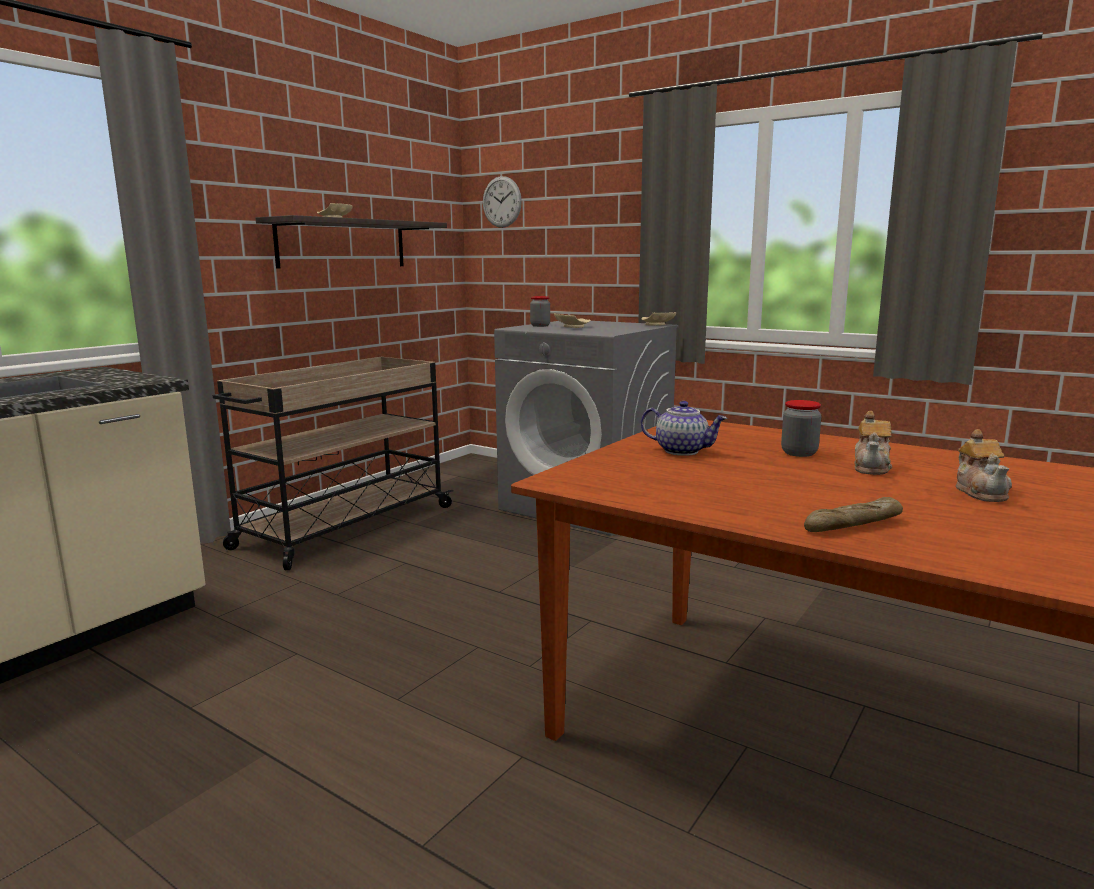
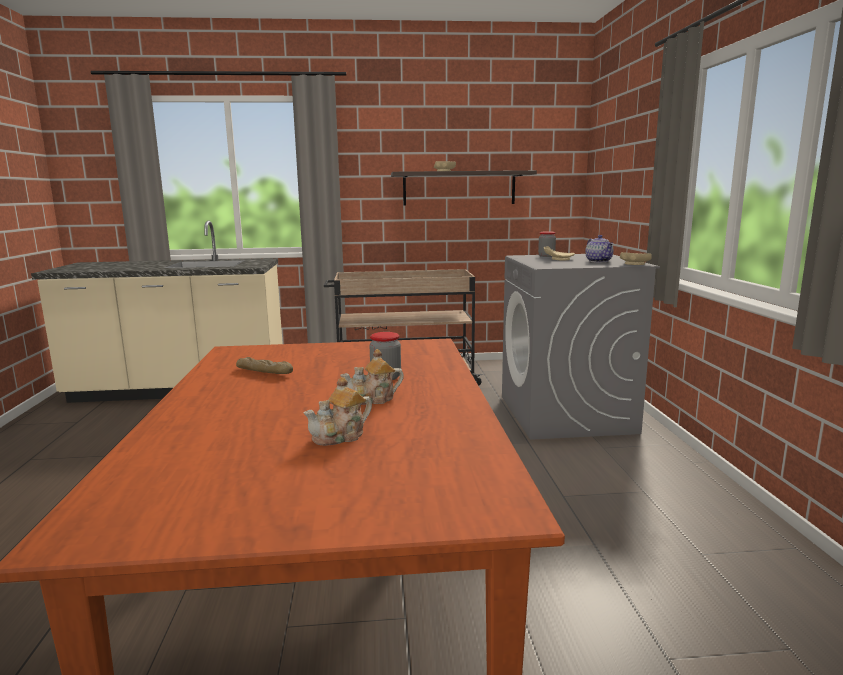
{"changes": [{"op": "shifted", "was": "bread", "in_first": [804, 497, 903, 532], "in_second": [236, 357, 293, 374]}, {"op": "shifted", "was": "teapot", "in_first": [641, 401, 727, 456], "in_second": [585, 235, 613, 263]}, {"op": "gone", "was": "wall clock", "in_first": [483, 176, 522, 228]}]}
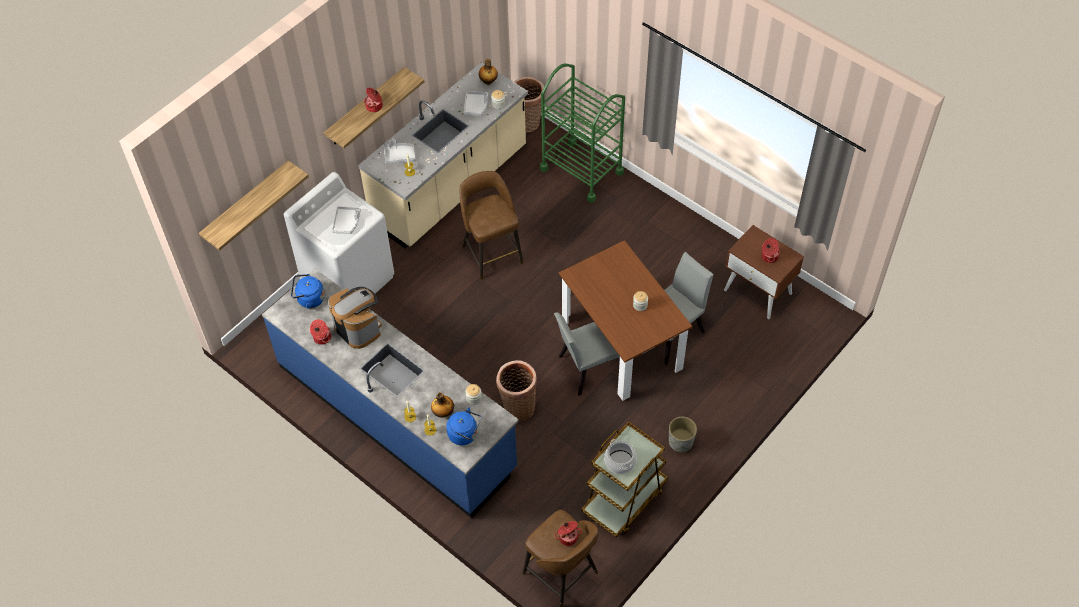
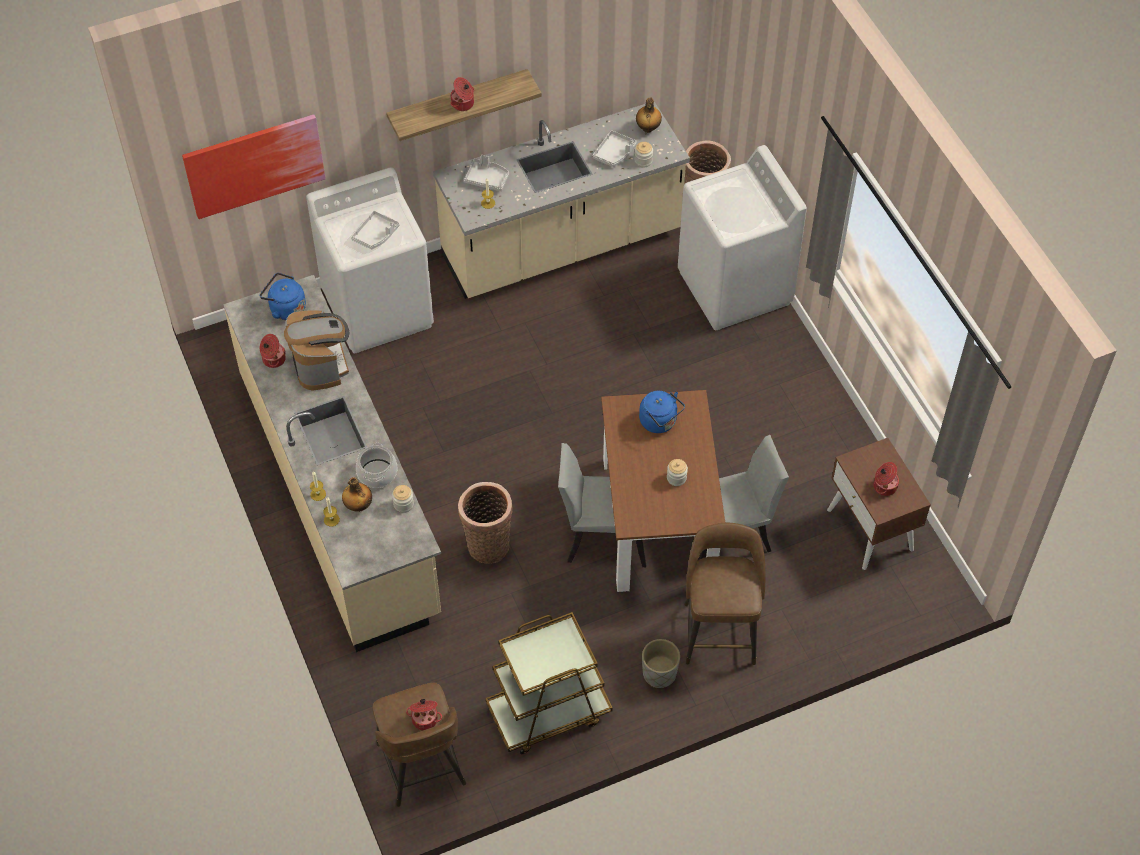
{"changes": [{"op": "swapped", "was": "shelf", "now": "picture", "in_first": [199, 160, 309, 251], "in_second": [182, 115, 326, 219]}, {"op": "repainted", "was": "blue counter", "now": "beige counter", "in_first": [262, 269, 519, 518], "in_second": [223, 275, 441, 652]}, {"op": "shifted", "was": "cooking pot", "in_first": [604, 439, 637, 474], "in_second": [356, 443, 397, 488]}, {"op": "shifted", "was": "blue kettle", "in_first": [446, 407, 481, 445], "in_second": [639, 391, 685, 433]}, {"op": "swapped", "was": "green cart", "now": "white washing machine", "in_first": [540, 64, 625, 203], "in_second": [678, 145, 807, 330]}, {"op": "shifted", "was": "brown stool", "in_first": [459, 171, 523, 280], "in_second": [684, 523, 766, 665]}]}
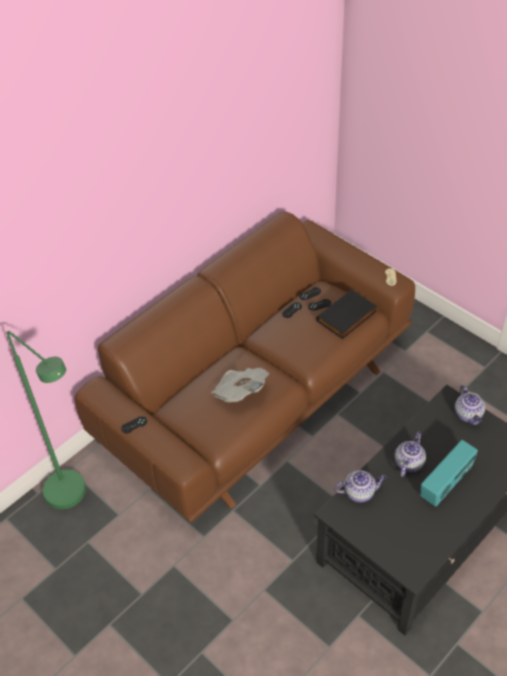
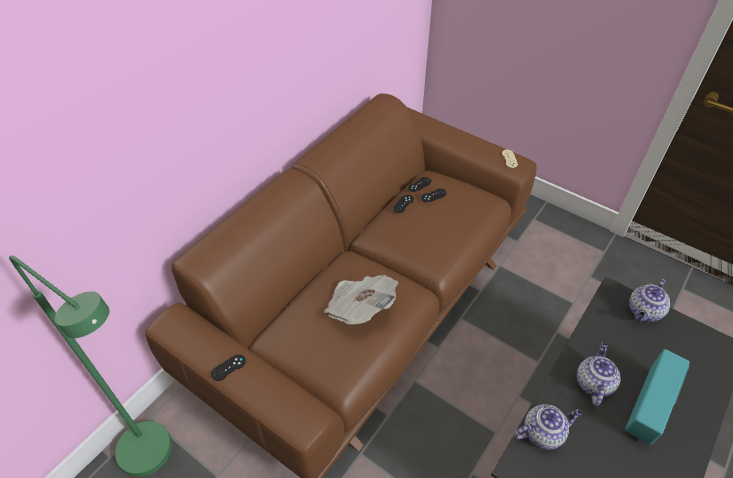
{"changes": [{"op": "rotated", "was": "teapot", "in_first": [455, 385, 485, 425], "in_second": [629, 279, 670, 322], "clockwise": 60}, {"op": "gone", "was": "black book", "in_first": [316, 289, 377, 339]}]}
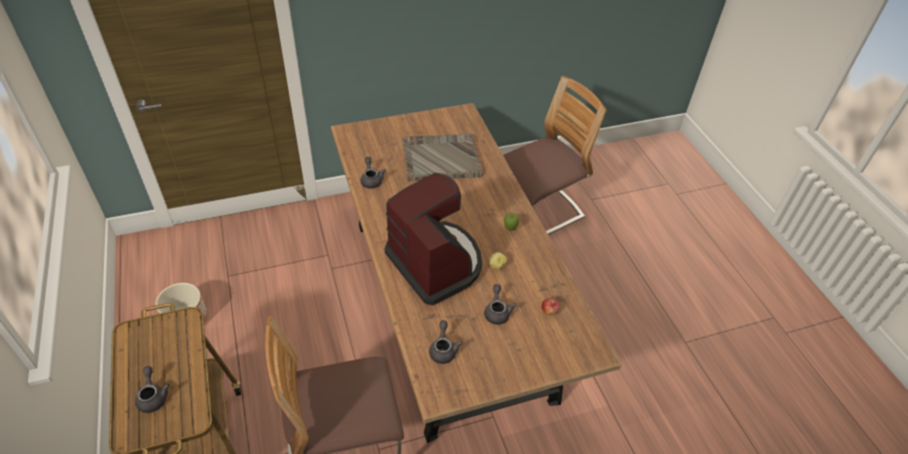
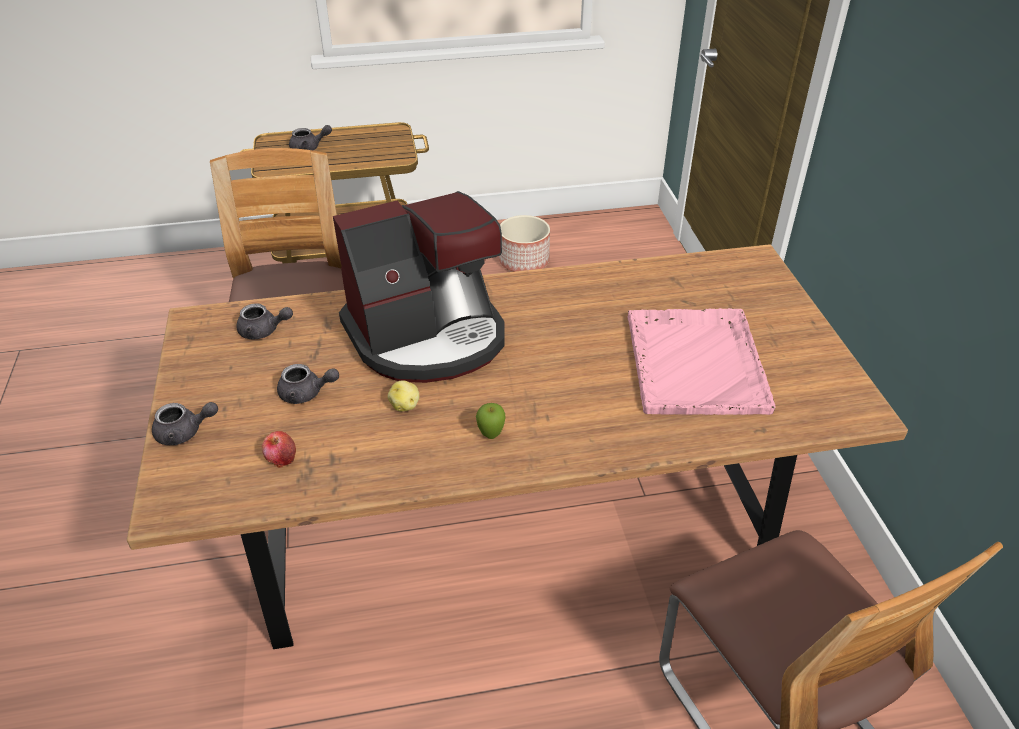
{"changes": [{"op": "shifted", "was": "grey teapot", "in_first": [361, 157, 386, 189], "in_second": [152, 402, 218, 445]}, {"op": "repainted", "was": "grey tray", "now": "pink tray", "in_first": [402, 134, 483, 182], "in_second": [628, 308, 775, 415]}]}
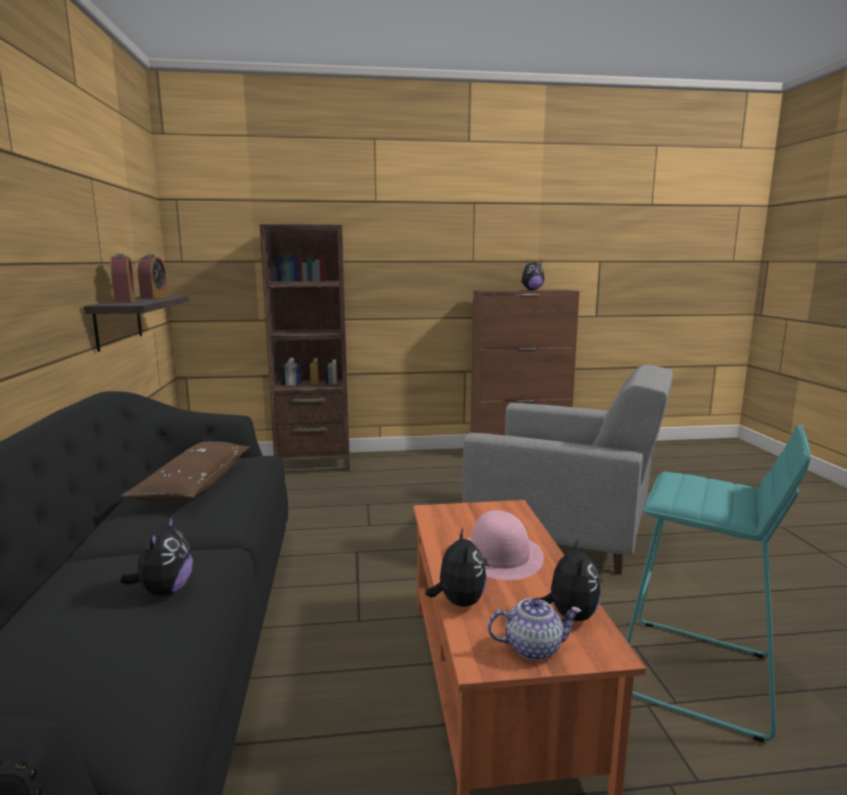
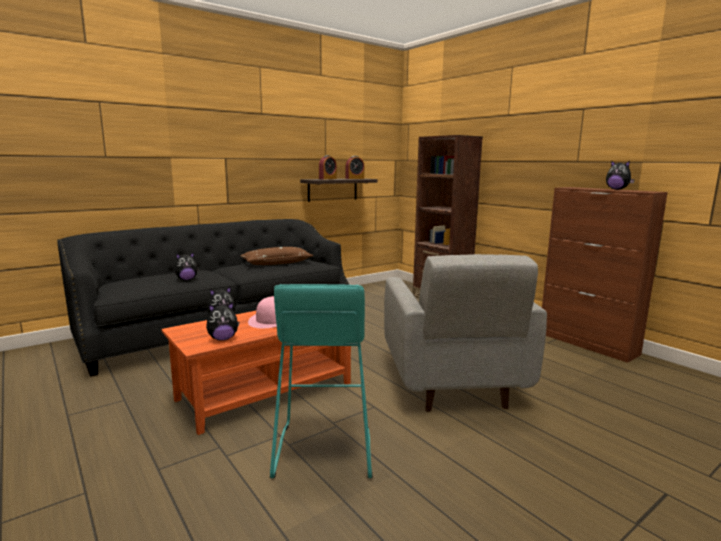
{"changes": [{"op": "gone", "was": "teapot", "in_first": [488, 598, 581, 660]}]}
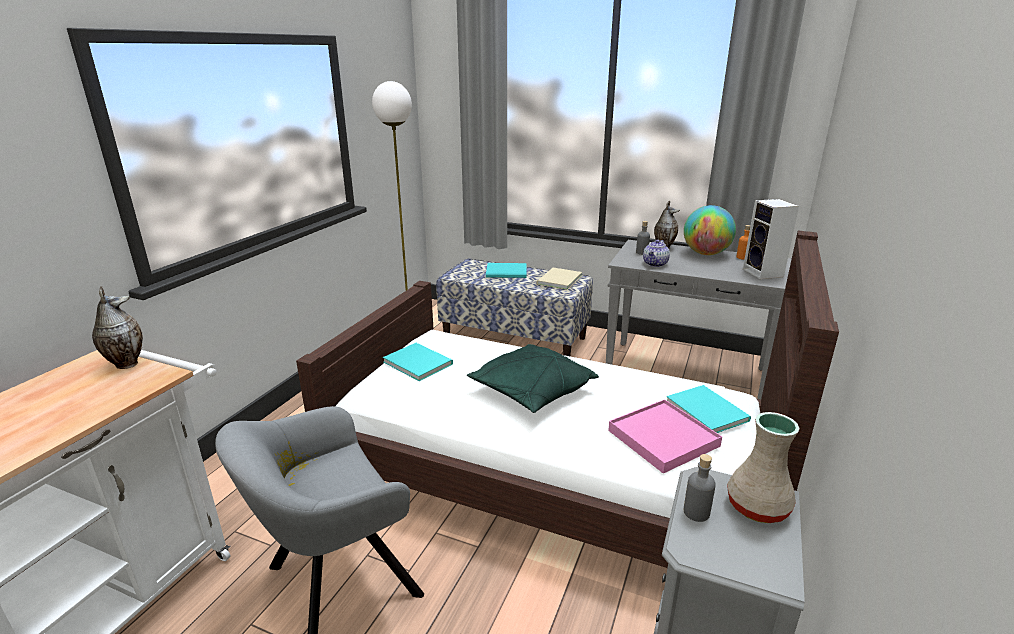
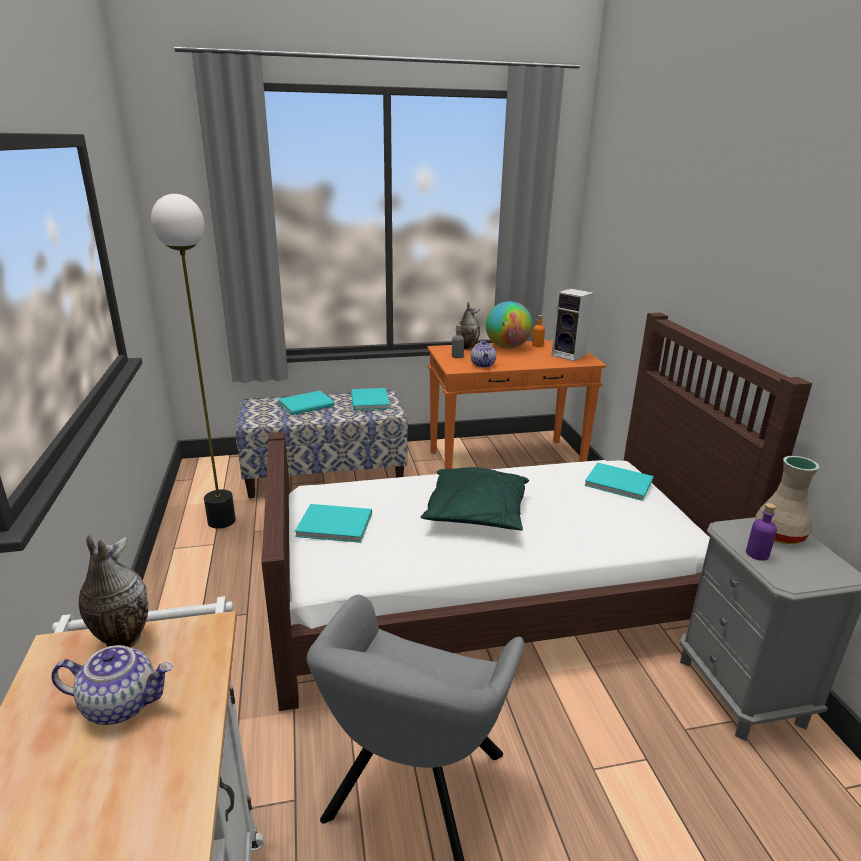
{"changes": [{"op": "new", "now": "teapot", "in_second": [51, 645, 173, 725]}, {"op": "repainted", "was": "beige book", "now": "turquoise book", "in_first": [536, 268, 582, 290], "in_second": [351, 388, 390, 410]}, {"op": "repainted", "was": "grey console table", "now": "orange console table", "in_first": [606, 240, 791, 399], "in_second": [427, 340, 606, 469]}, {"op": "repainted", "was": "grey bottle", "now": "purple bottle", "in_first": [684, 454, 716, 522], "in_second": [746, 503, 777, 561]}, {"op": "gone", "was": "pink tray", "in_first": [608, 399, 722, 473]}]}
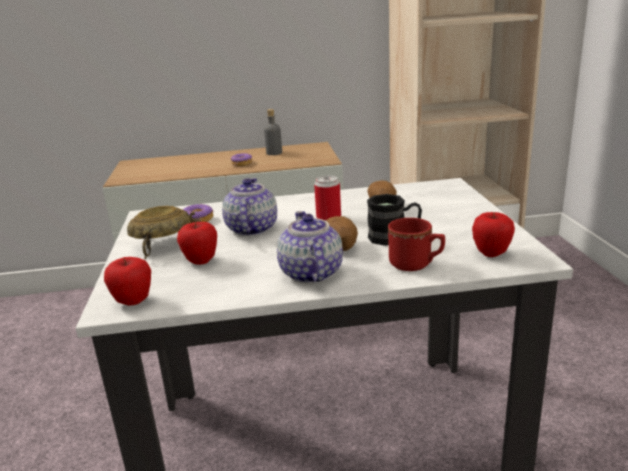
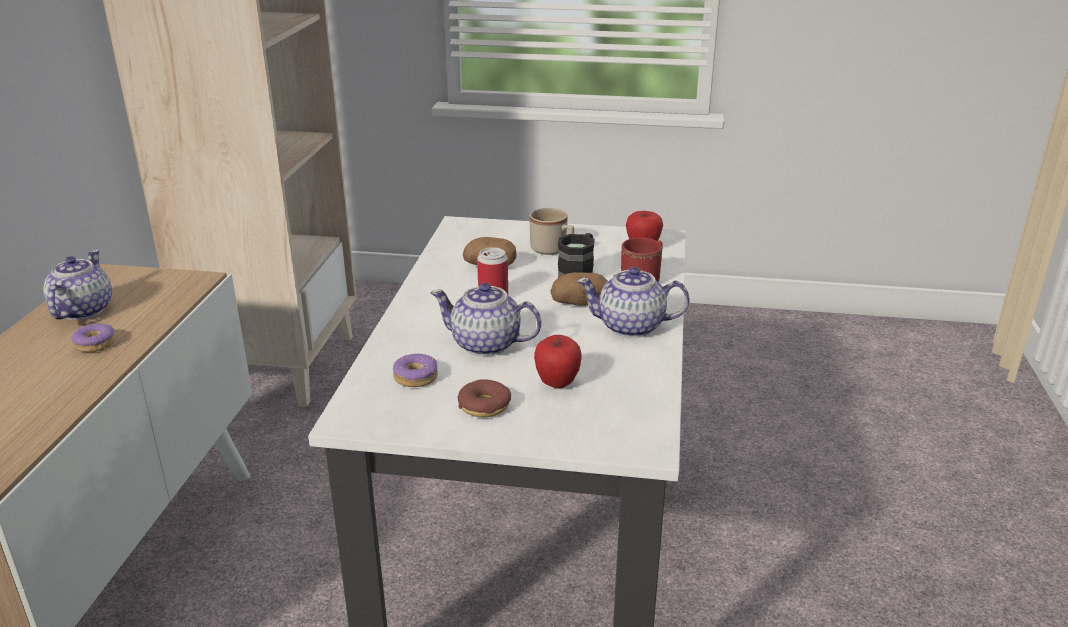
{"changes": [{"op": "swapped", "was": "grey bottle", "now": "teapot", "in_first": [264, 109, 282, 155], "in_second": [43, 250, 112, 320]}, {"op": "swapped", "was": "beige bowl", "now": "donut", "in_first": [127, 206, 202, 259], "in_second": [458, 379, 511, 417]}, {"op": "new", "now": "beige mug", "in_second": [530, 208, 574, 255]}, {"op": "gone", "was": "apple", "in_first": [104, 257, 151, 305]}]}
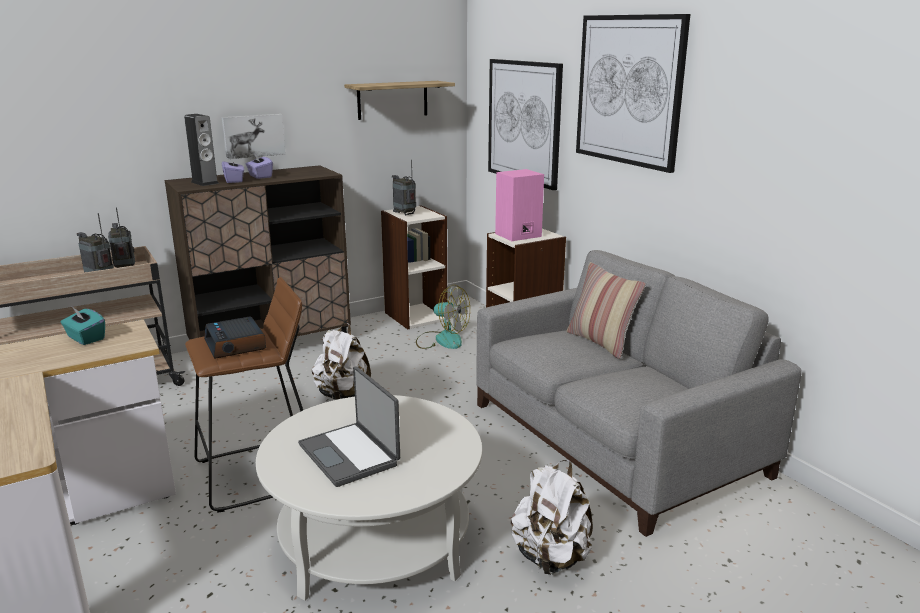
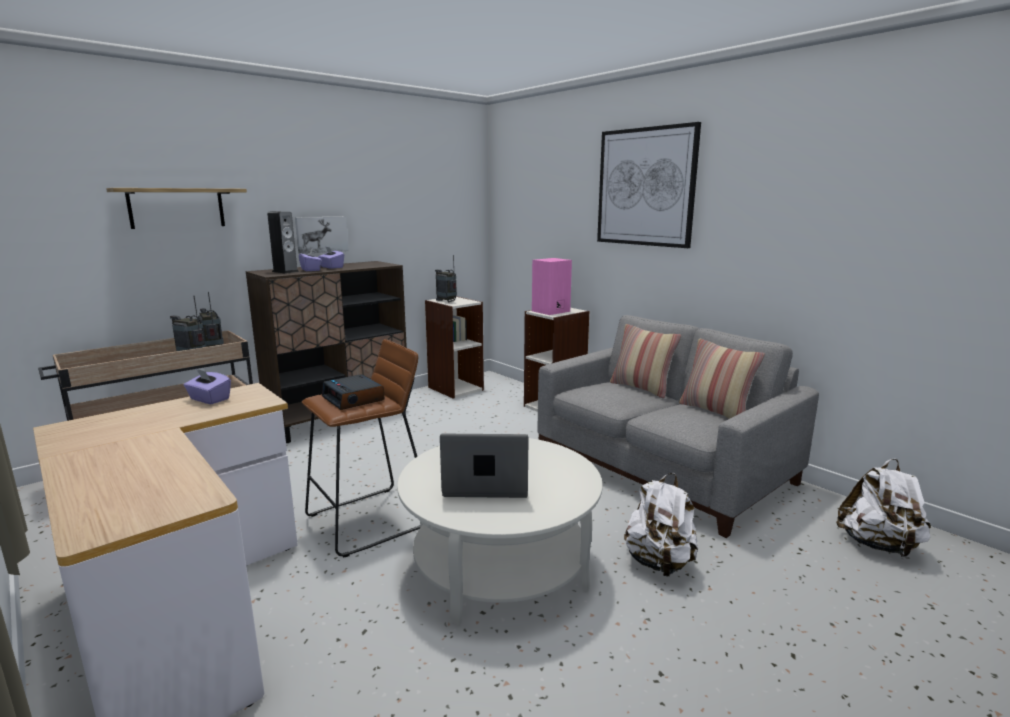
{"changes": [{"op": "shifted", "was": "shelf", "in_first": [344, 81, 455, 120], "in_second": [106, 188, 247, 229]}, {"op": "repainted", "was": "turquoise tissue box", "now": "purple tissue box", "in_first": [60, 307, 105, 345], "in_second": [184, 369, 231, 404]}, {"op": "rotated", "was": "laptop", "in_first": [298, 366, 400, 487], "in_second": [440, 434, 529, 498], "clockwise": 135}, {"op": "new", "now": "pillow", "in_second": [679, 339, 765, 419]}, {"op": "shifted", "was": "white backpack", "in_first": [312, 323, 371, 400], "in_second": [836, 458, 931, 557]}, {"op": "gone", "was": "fan", "in_first": [416, 285, 470, 349]}, {"op": "gone", "was": "picture", "in_first": [488, 59, 563, 190]}]}
